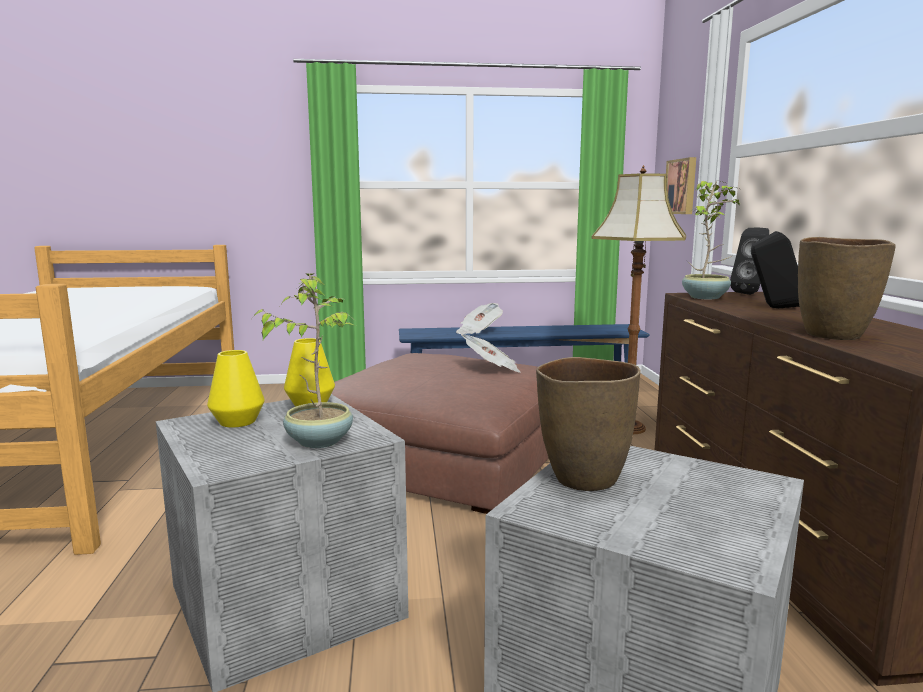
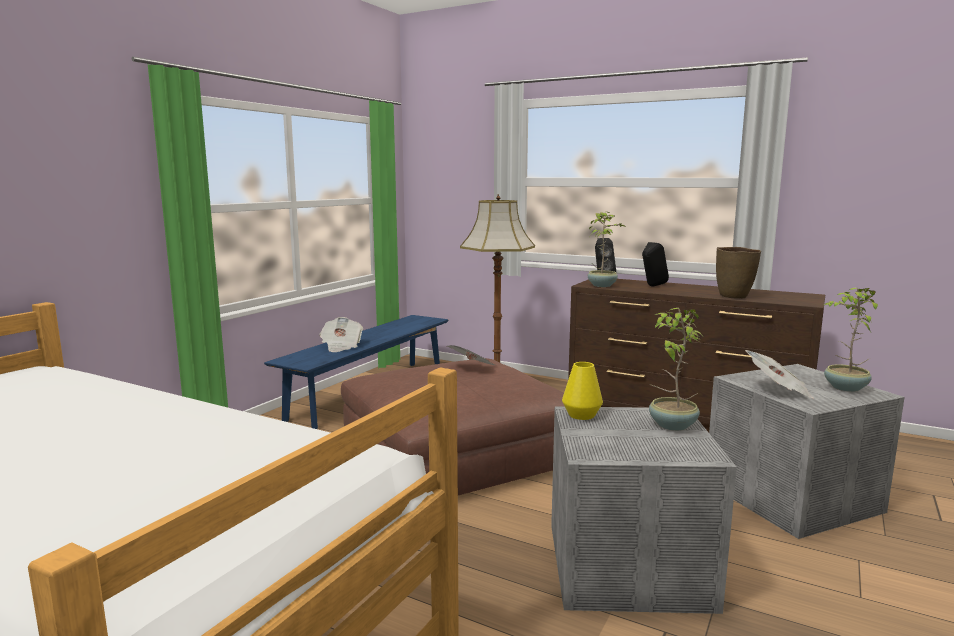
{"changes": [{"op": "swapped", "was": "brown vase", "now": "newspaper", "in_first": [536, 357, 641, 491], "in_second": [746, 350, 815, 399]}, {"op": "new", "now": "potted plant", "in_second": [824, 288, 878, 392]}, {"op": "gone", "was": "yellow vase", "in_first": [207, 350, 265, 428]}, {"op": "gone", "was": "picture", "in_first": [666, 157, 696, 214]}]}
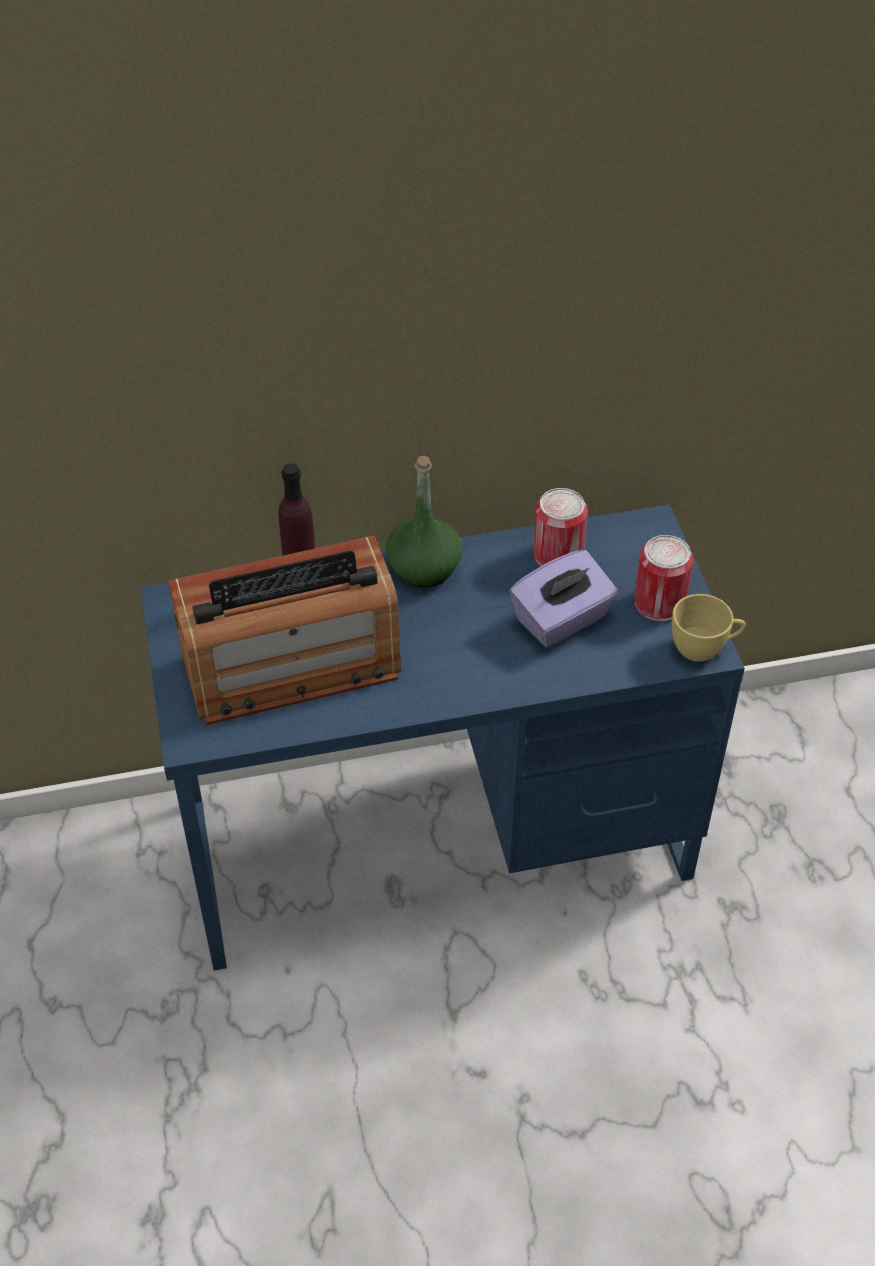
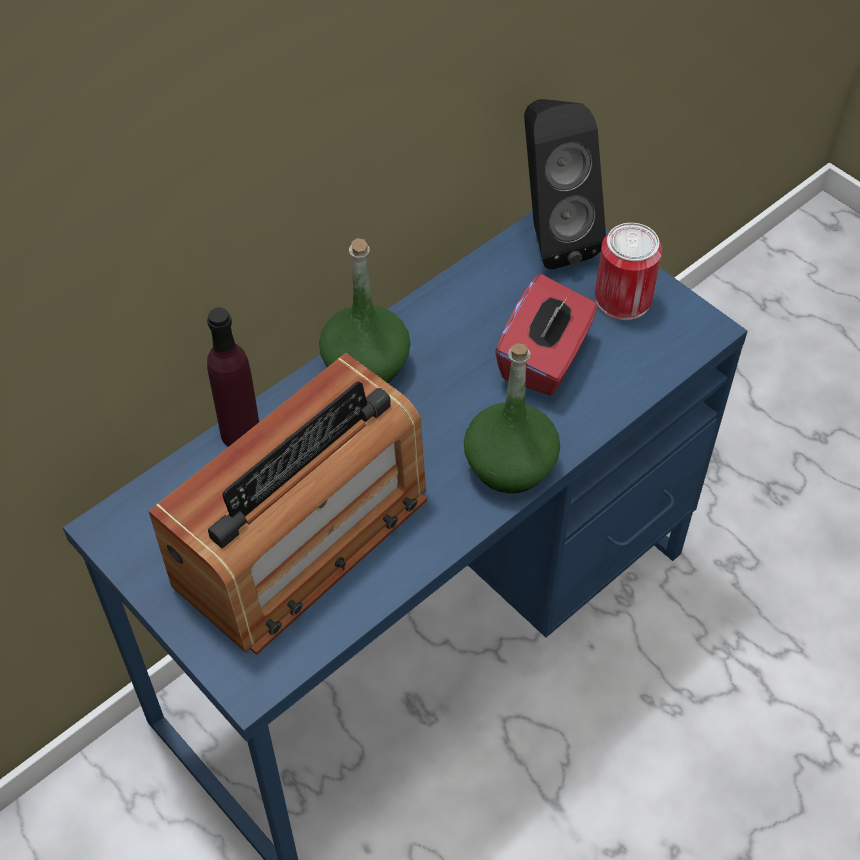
{"changes": [{"op": "new", "now": "green bottle", "in_second": [464, 343, 560, 493]}, {"op": "repainted", "was": "purple tissue box", "now": "red tissue box", "in_first": [509, 550, 618, 647], "in_second": [495, 274, 598, 396]}, {"op": "new", "now": "black speaker", "in_second": [524, 99, 606, 269]}, {"op": "gone", "was": "can", "in_first": [533, 488, 588, 567]}, {"op": "gone", "was": "yellow cup", "in_first": [672, 594, 746, 662]}]}
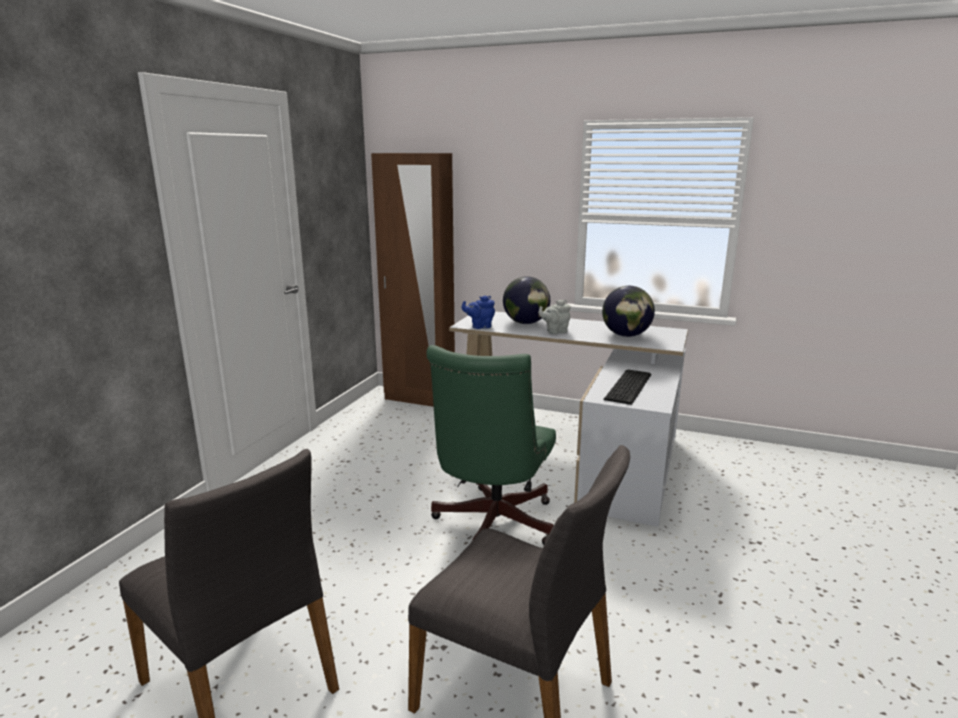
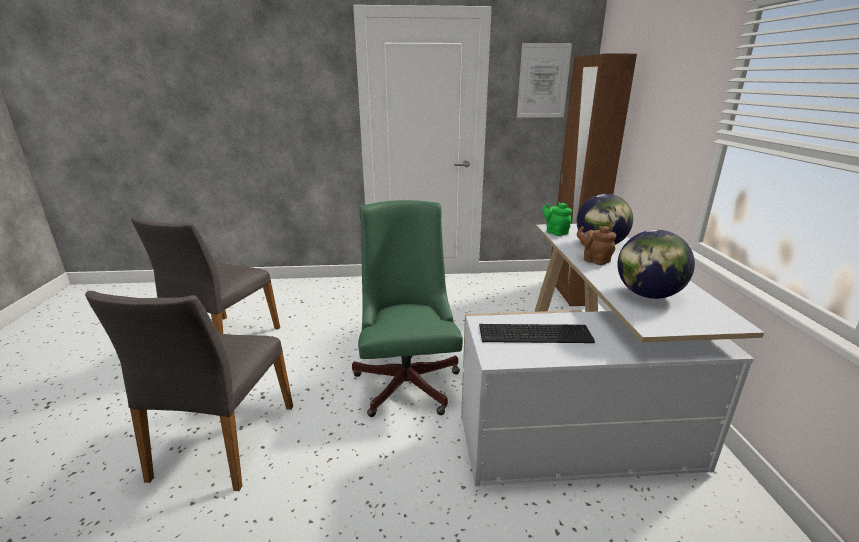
{"changes": [{"op": "rotated", "was": "green office chair", "in_first": [426, 345, 556, 545], "in_second": [352, 200, 463, 417], "clockwise": 90}, {"op": "new", "now": "picture", "in_second": [517, 43, 572, 118]}, {"op": "repainted", "was": "blue teapot", "now": "green teapot", "in_first": [462, 296, 495, 329], "in_second": [542, 202, 572, 236]}, {"op": "repainted", "was": "grey teapot", "now": "brown teapot", "in_first": [539, 300, 571, 334], "in_second": [577, 226, 616, 265]}]}
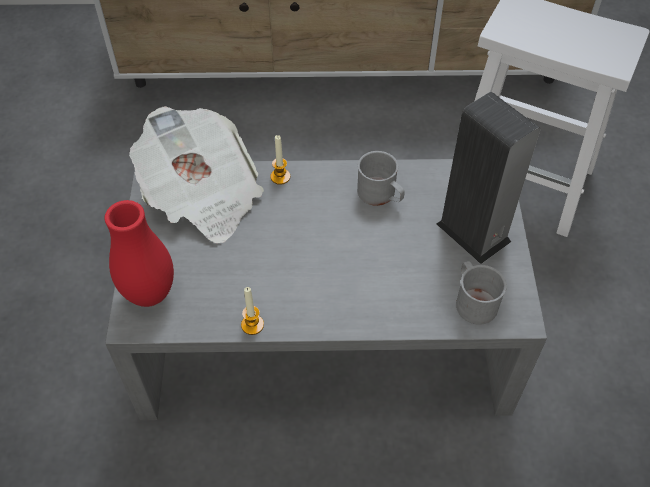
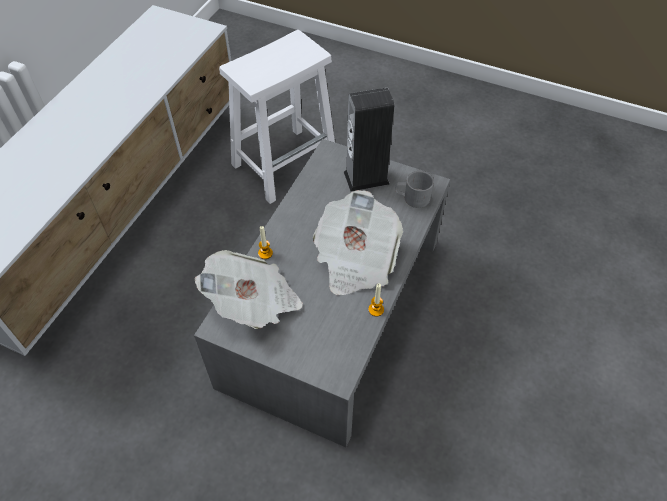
{"changes": [{"op": "new", "now": "newspaper", "in_second": [313, 190, 403, 295]}, {"op": "gone", "was": "red vase", "in_first": [104, 200, 174, 307]}, {"op": "gone", "was": "grey mug", "in_first": [357, 151, 405, 206]}]}
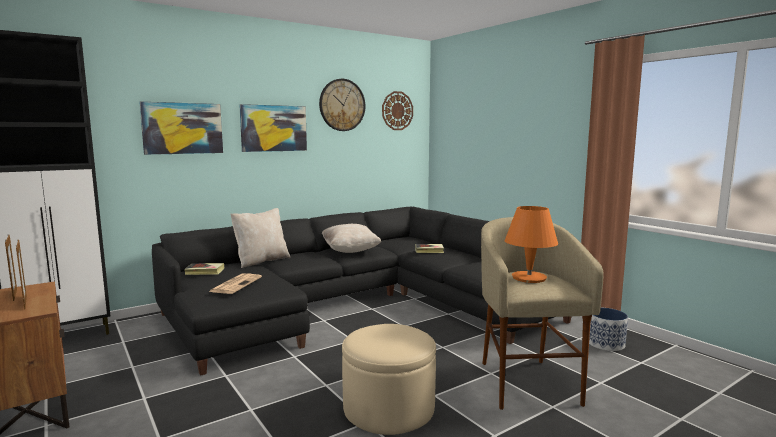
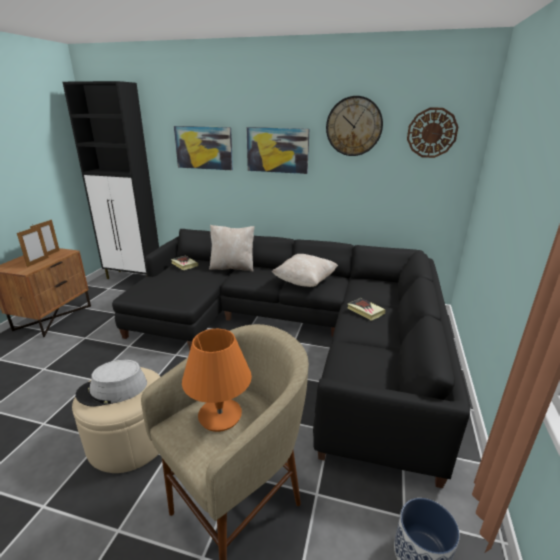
{"changes": [{"op": "new", "now": "grey hat", "in_second": [75, 360, 147, 407]}, {"op": "gone", "was": "newspaper", "in_first": [209, 273, 262, 294]}]}
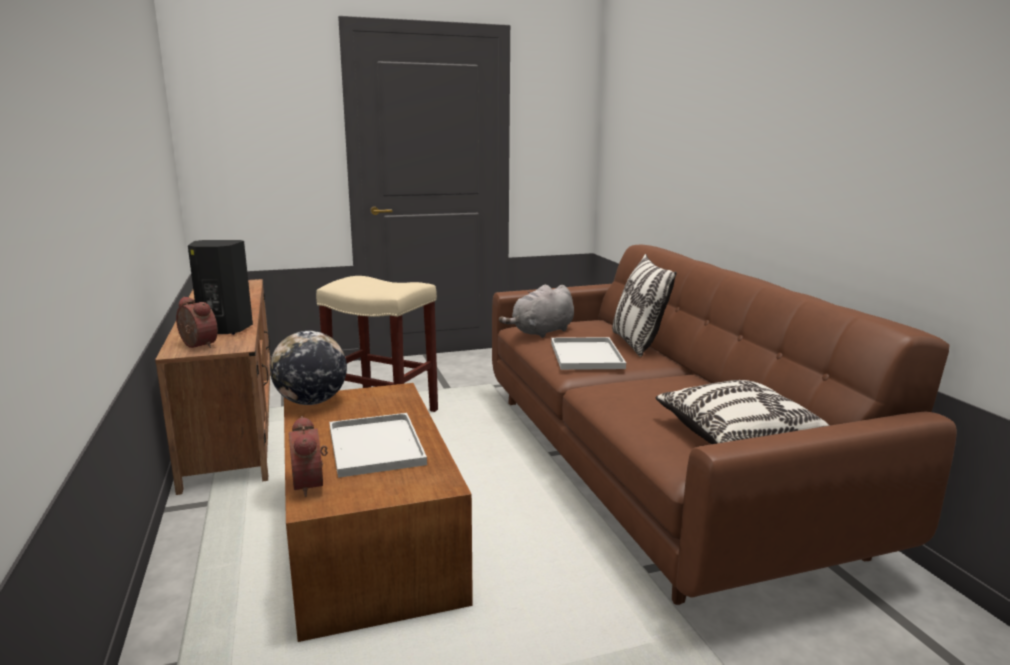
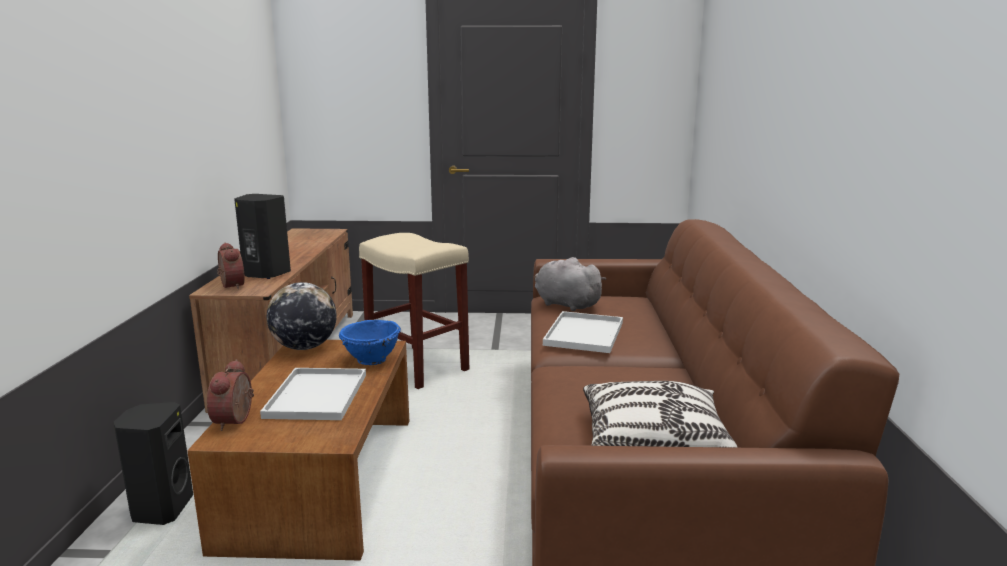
{"changes": [{"op": "new", "now": "black speaker", "in_second": [114, 402, 193, 525]}, {"op": "new", "now": "blue bowl", "in_second": [339, 320, 401, 365]}, {"op": "rotated", "was": "grey plush toy", "in_first": [499, 285, 574, 338], "in_second": [534, 257, 606, 311], "clockwise": 60}, {"op": "gone", "was": "pillow", "in_first": [612, 254, 676, 357]}]}
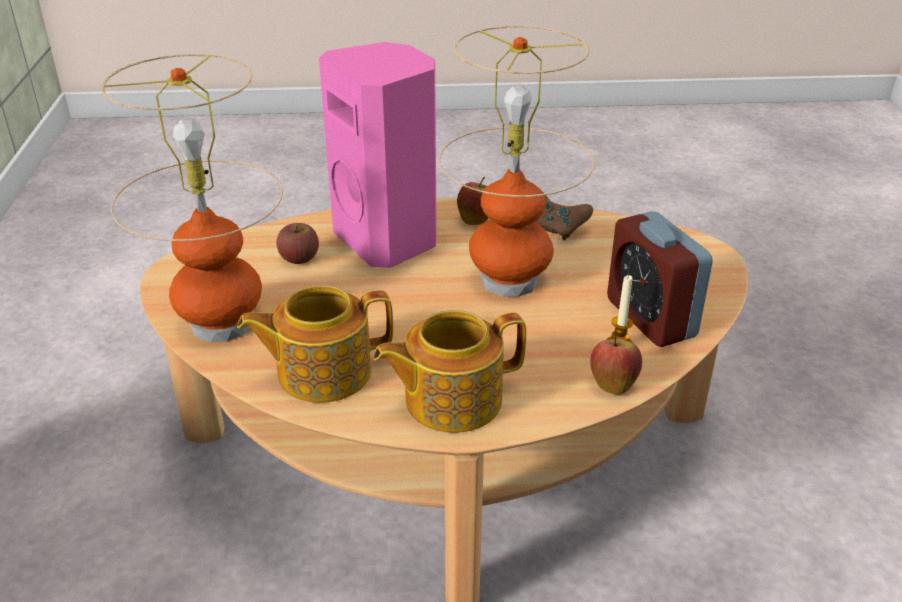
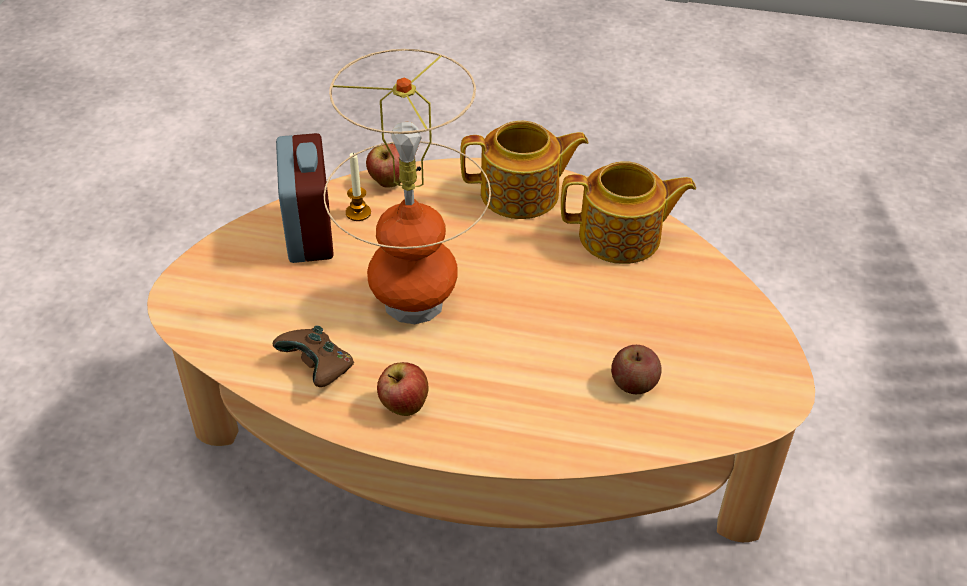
{"changes": [{"op": "gone", "was": "table lamp", "in_first": [101, 54, 283, 343]}, {"op": "gone", "was": "pink speaker", "in_first": [319, 42, 437, 268]}]}
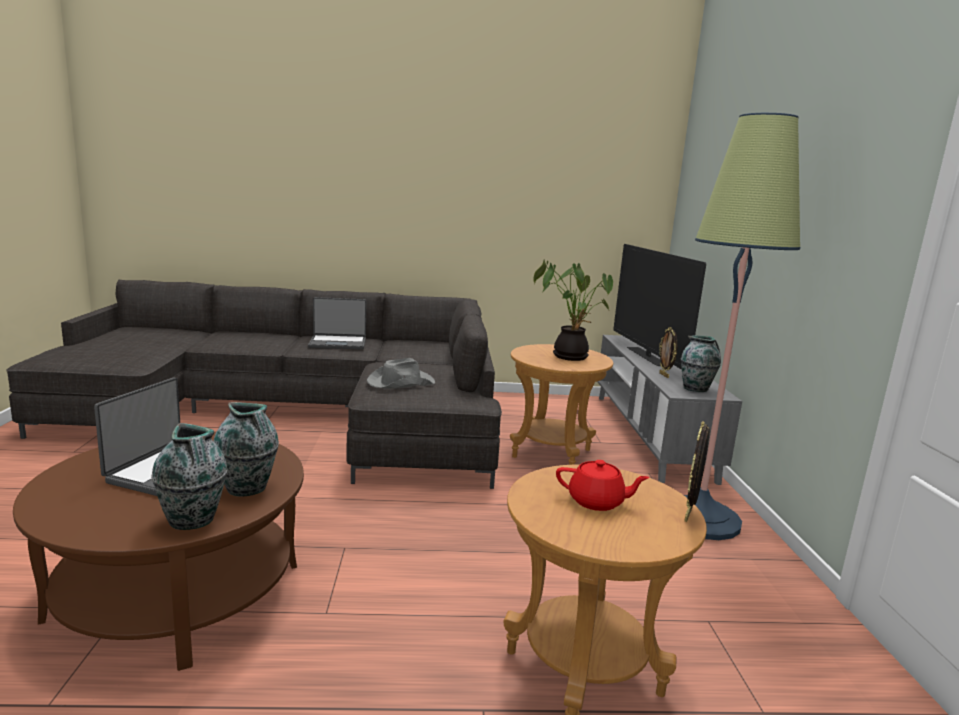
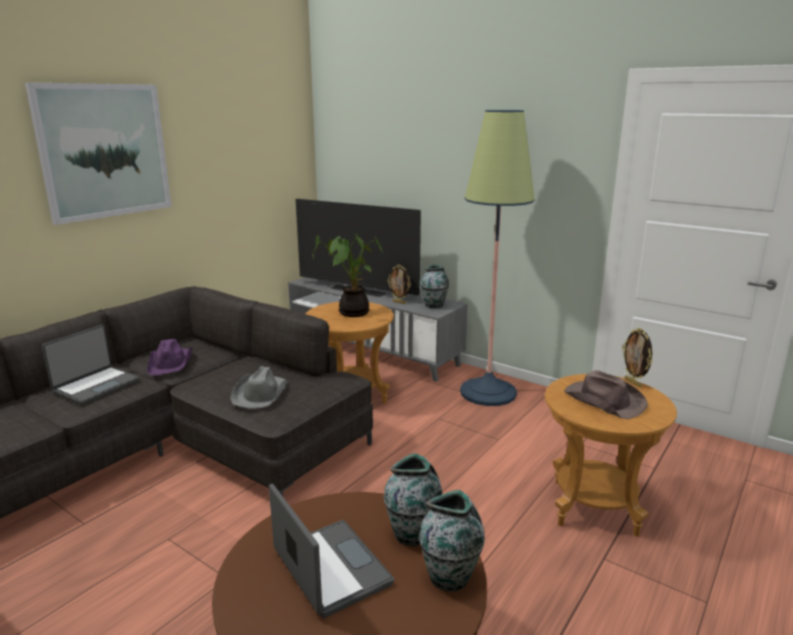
{"changes": [{"op": "new", "now": "picture", "in_second": [25, 82, 172, 225]}, {"op": "new", "now": "purple hat", "in_second": [147, 339, 193, 375]}, {"op": "swapped", "was": "red teapot", "now": "brown hat", "in_first": [556, 460, 650, 511], "in_second": [564, 370, 648, 419]}]}
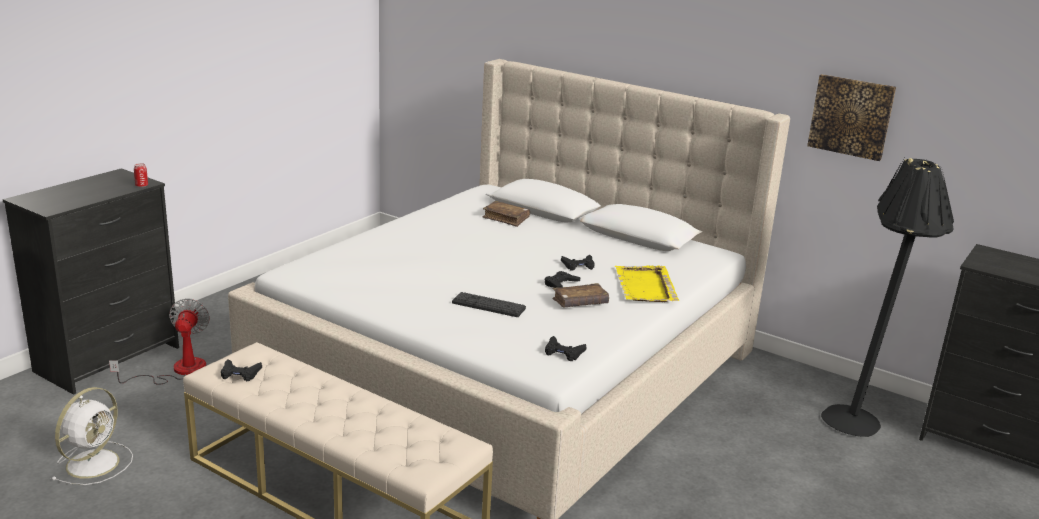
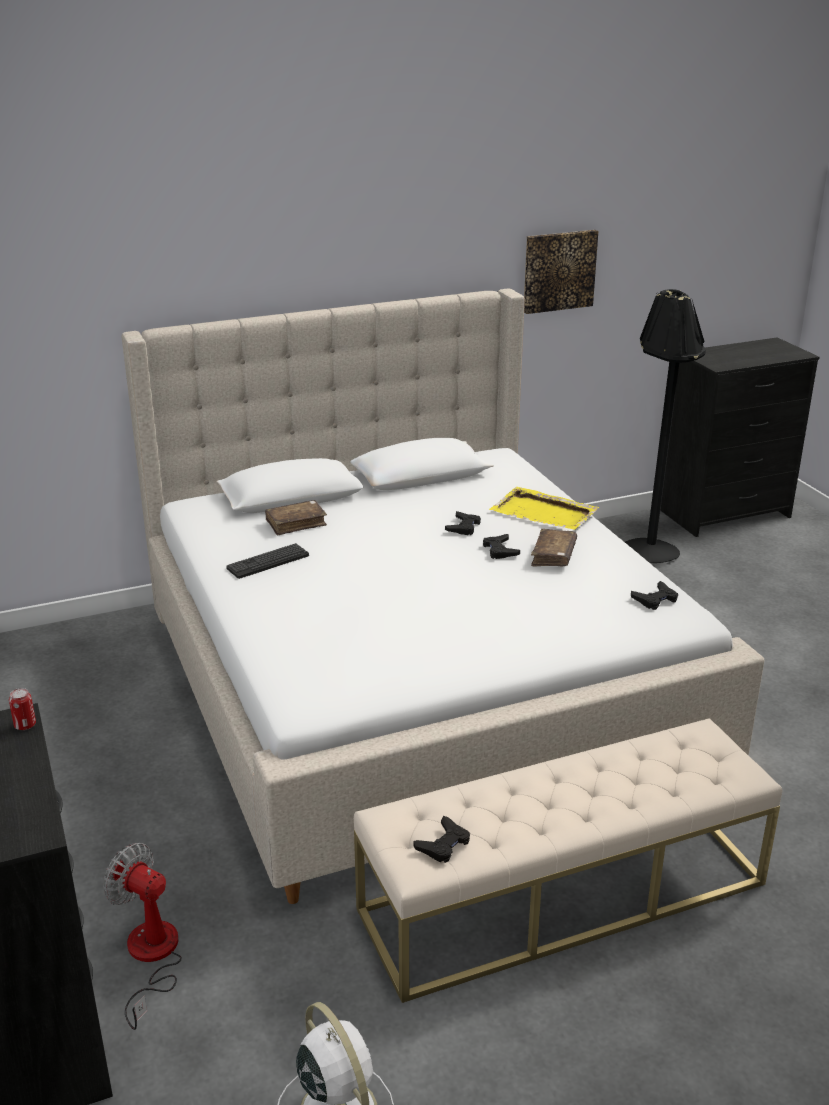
{"changes": [{"op": "shifted", "was": "keyboard", "in_first": [452, 292, 526, 317], "in_second": [226, 543, 309, 579]}]}
